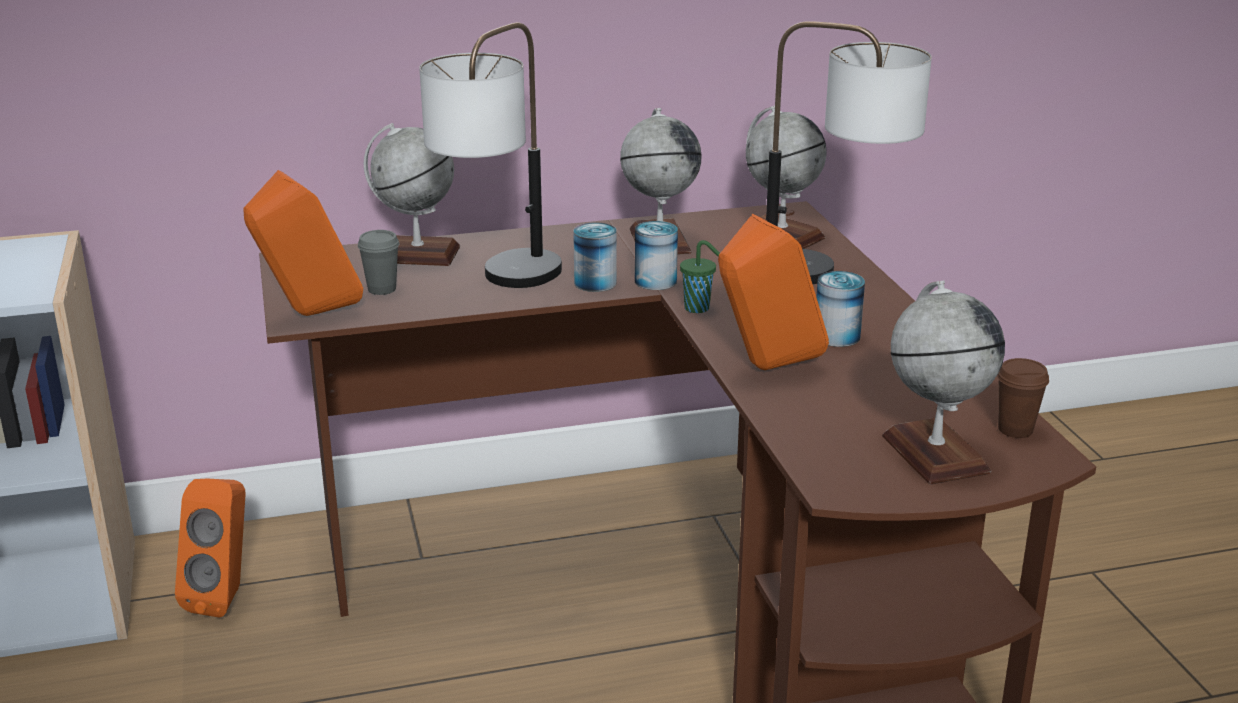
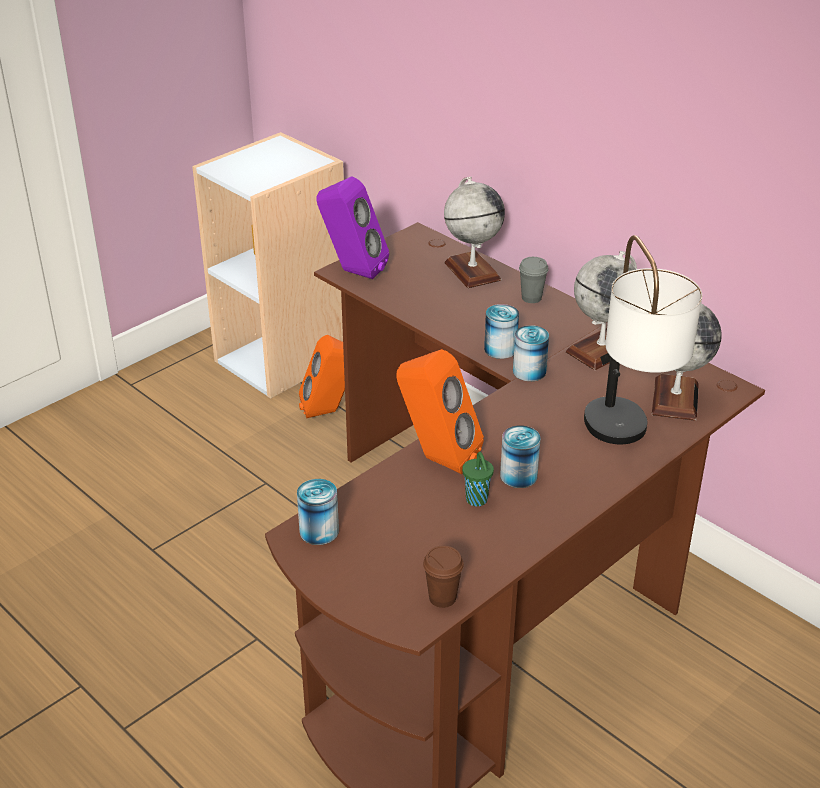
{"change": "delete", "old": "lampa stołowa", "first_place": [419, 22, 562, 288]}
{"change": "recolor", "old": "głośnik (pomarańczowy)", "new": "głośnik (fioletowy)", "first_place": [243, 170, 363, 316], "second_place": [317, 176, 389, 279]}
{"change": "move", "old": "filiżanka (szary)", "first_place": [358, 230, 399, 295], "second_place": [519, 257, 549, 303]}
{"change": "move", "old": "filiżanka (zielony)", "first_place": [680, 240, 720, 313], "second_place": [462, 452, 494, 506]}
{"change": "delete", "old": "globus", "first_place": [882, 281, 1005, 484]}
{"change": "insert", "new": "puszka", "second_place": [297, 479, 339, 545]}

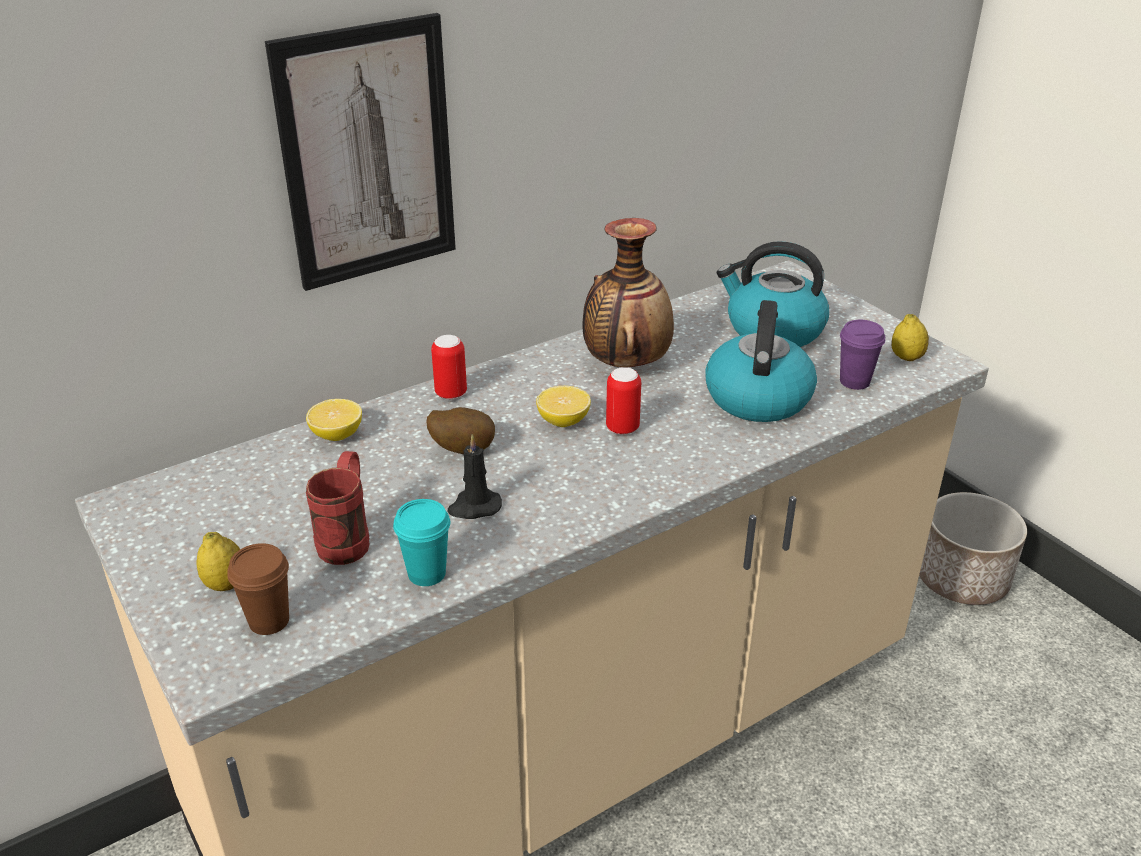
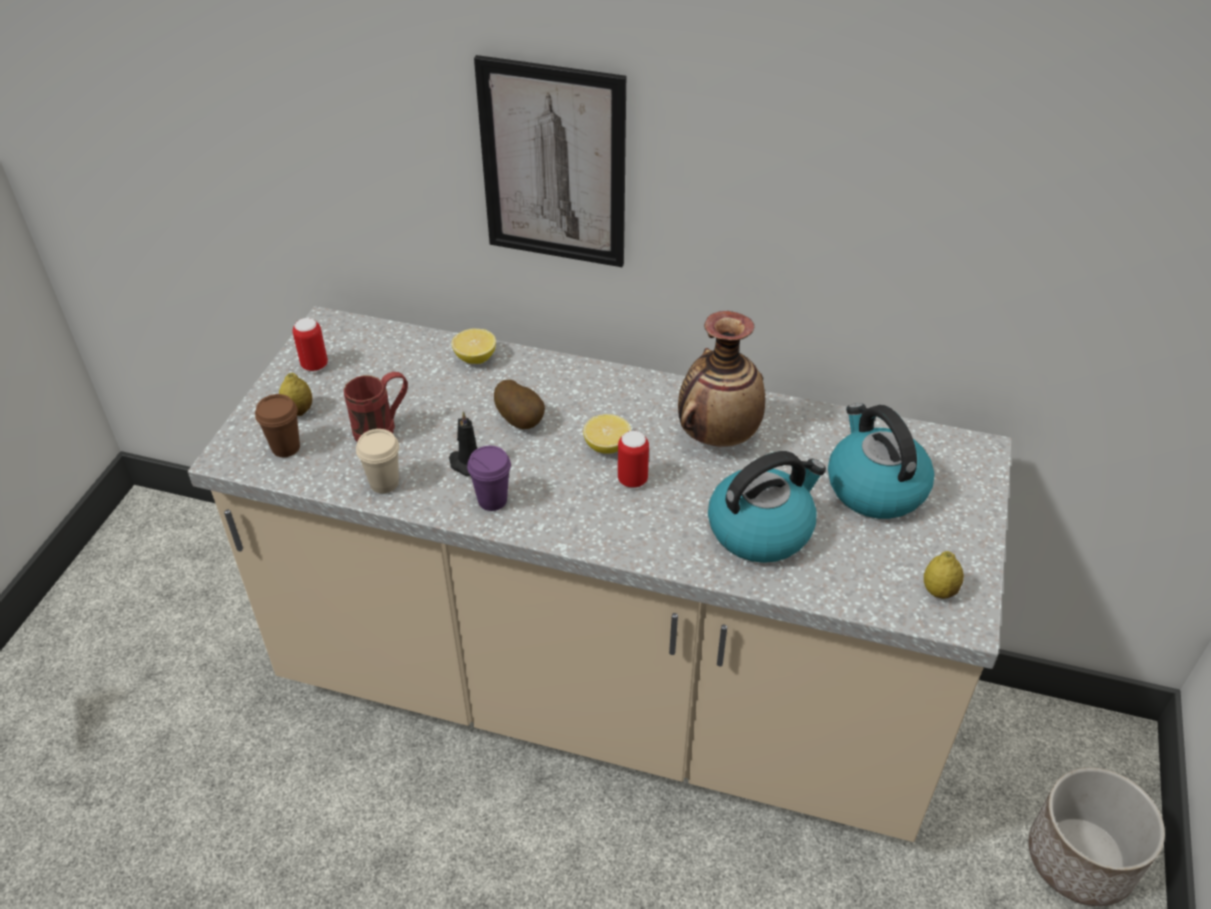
{"change": "move", "old": "filiżanka (fioletowy)", "first_place": [840, 320, 885, 390], "second_place": [467, 446, 511, 511]}
{"change": "move", "old": "puszka", "first_place": [431, 335, 467, 400], "second_place": [293, 318, 328, 372]}
{"change": "recolor", "old": "filiżanka (turkusowy)", "new": "filiżanka (beżowy)", "first_place": [393, 499, 450, 586], "second_place": [356, 429, 399, 494]}

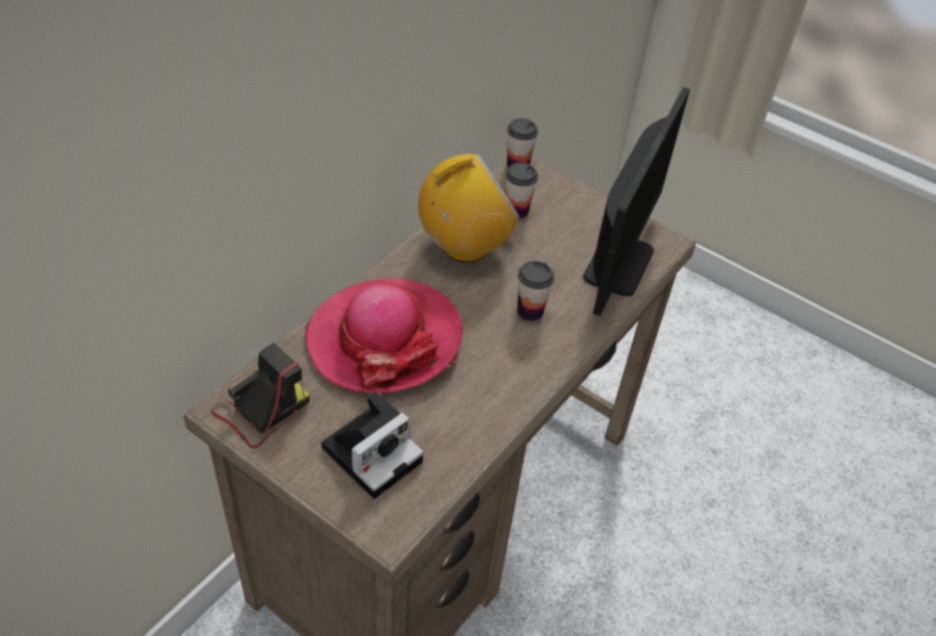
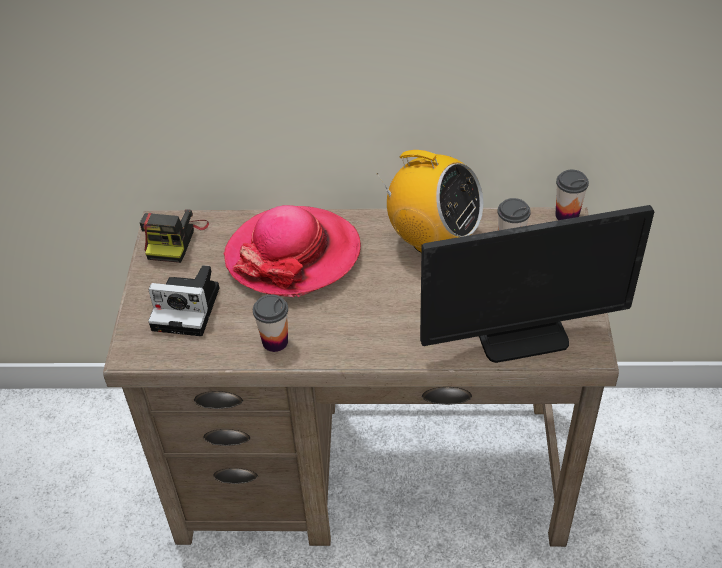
{"change": "move", "old": "filiżanka", "first_place": [517, 261, 554, 321], "second_place": [253, 294, 288, 352]}
{"change": "rotate", "old": "aparat fotograficzny", "first_place": [211, 343, 310, 448], "second_place": [140, 209, 209, 263], "degrees": 90}

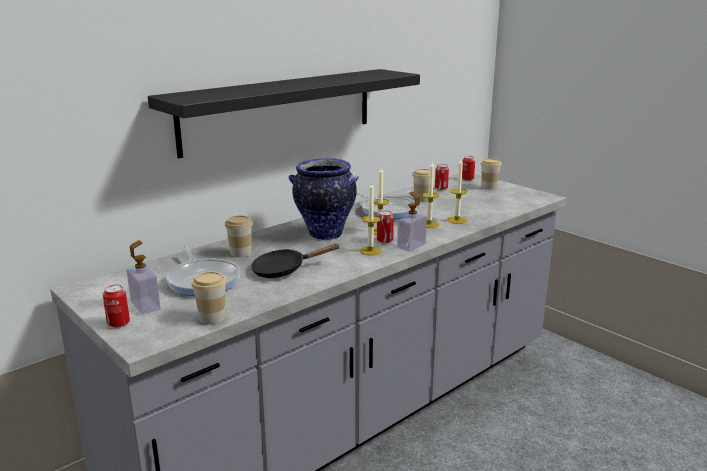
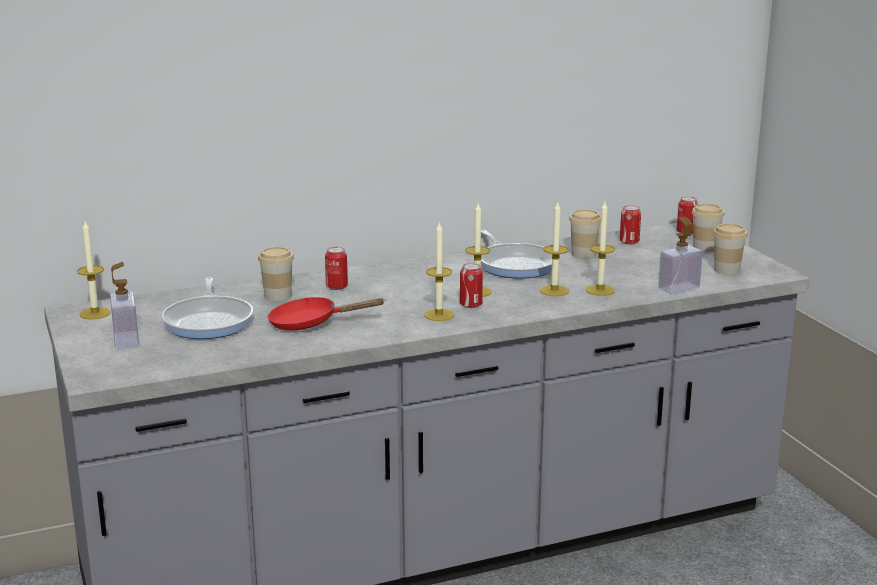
{"change": "delete", "old": "półka (czarny)", "first_place": [148, 69, 420, 158]}
{"change": "delete", "old": "wazon", "first_place": [289, 158, 359, 240]}
{"change": "move", "old": "dozownik mydła", "first_place": [397, 191, 427, 251], "second_place": [658, 217, 703, 294]}
{"change": "recolor", "old": "patelnia (czarny)", "new": "patelnia (czerwony)", "first_place": [251, 244, 340, 278], "second_place": [268, 297, 385, 331]}
{"change": "move", "old": "filiżanka", "first_place": [192, 271, 227, 324], "second_place": [713, 224, 748, 275]}
{"change": "move", "old": "puszka", "first_place": [103, 284, 130, 328], "second_place": [325, 246, 348, 290]}
{"change": "insert", "new": "świeca", "second_place": [77, 221, 111, 319]}

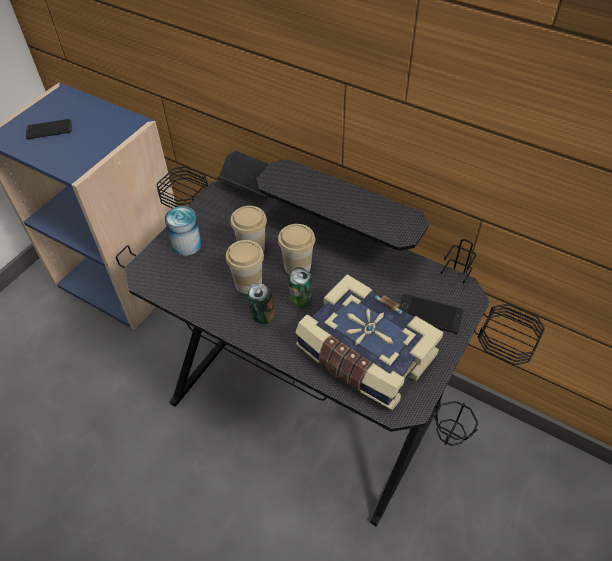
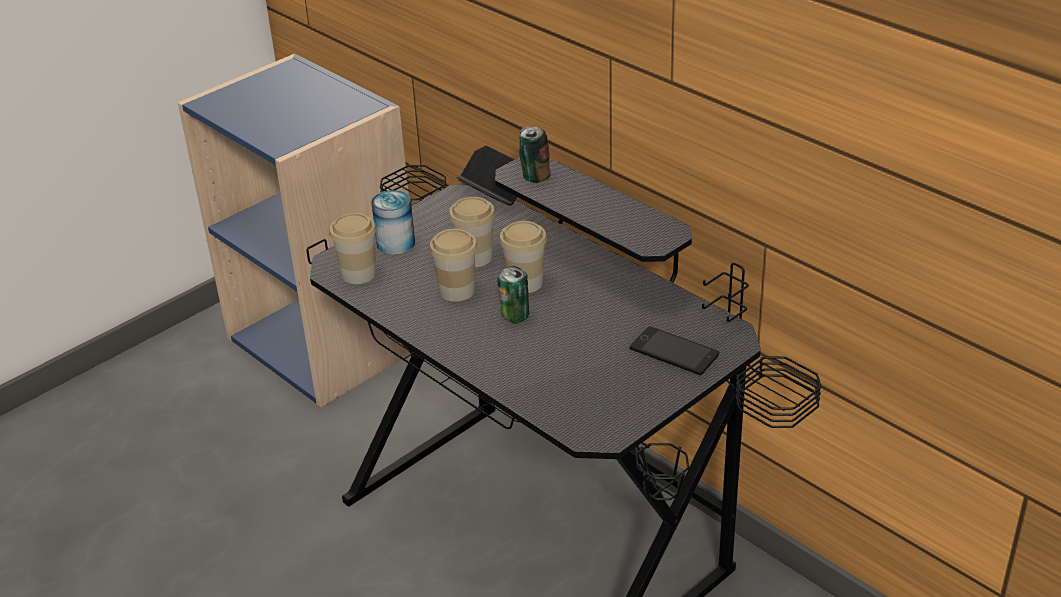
{"change": "delete", "old": "telefon", "first_place": [26, 119, 72, 139]}
{"change": "delete", "old": "książka", "first_place": [295, 274, 444, 410]}
{"change": "move", "old": "puszka", "first_place": [248, 283, 275, 324], "second_place": [519, 127, 551, 183]}
{"change": "insert", "new": "filiżanka", "second_place": [329, 213, 376, 284]}

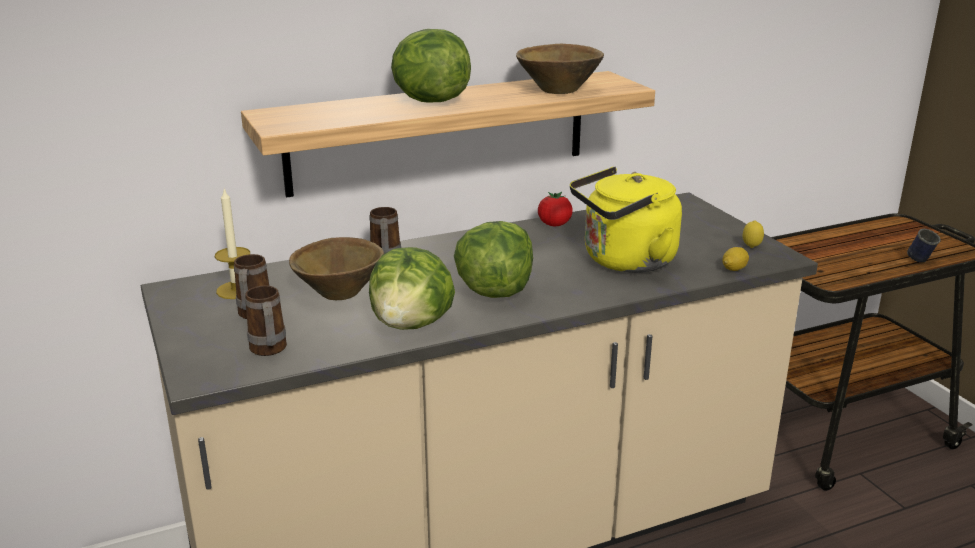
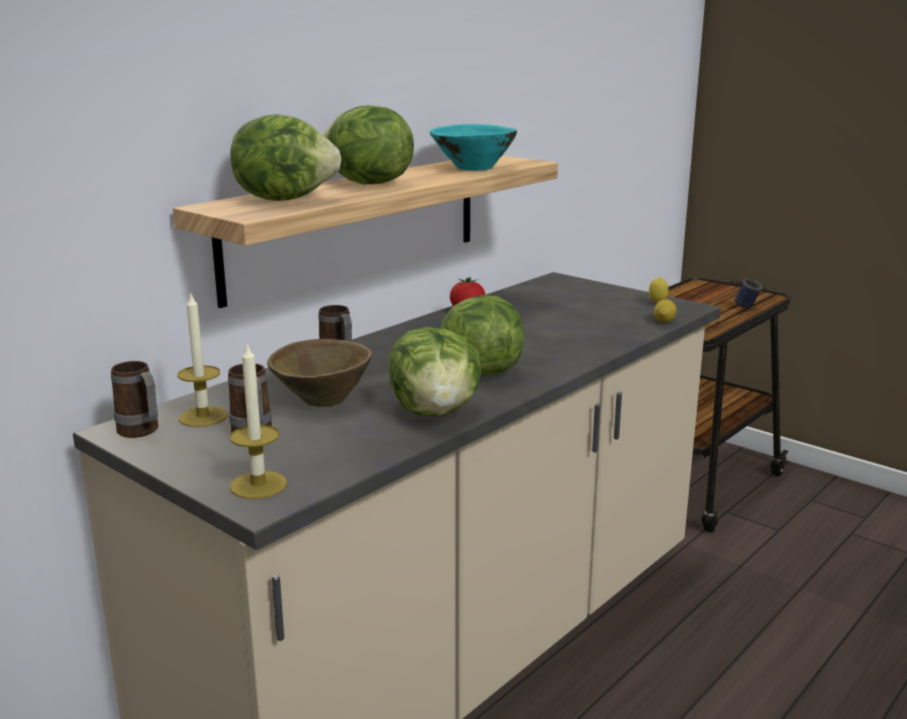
{"change": "recolor", "old": "miska (brązowy)", "new": "miska (turkusowy)", "first_place": [516, 44, 604, 94], "second_place": [430, 124, 517, 171]}
{"change": "delete", "old": "czajnik (żółty)", "first_place": [570, 166, 682, 273]}
{"change": "move", "old": "kubek", "first_place": [245, 286, 287, 356], "second_place": [111, 361, 159, 438]}
{"change": "insert", "new": "sałata", "second_place": [230, 114, 342, 201]}
{"change": "insert", "new": "świeca", "second_place": [230, 342, 287, 499]}

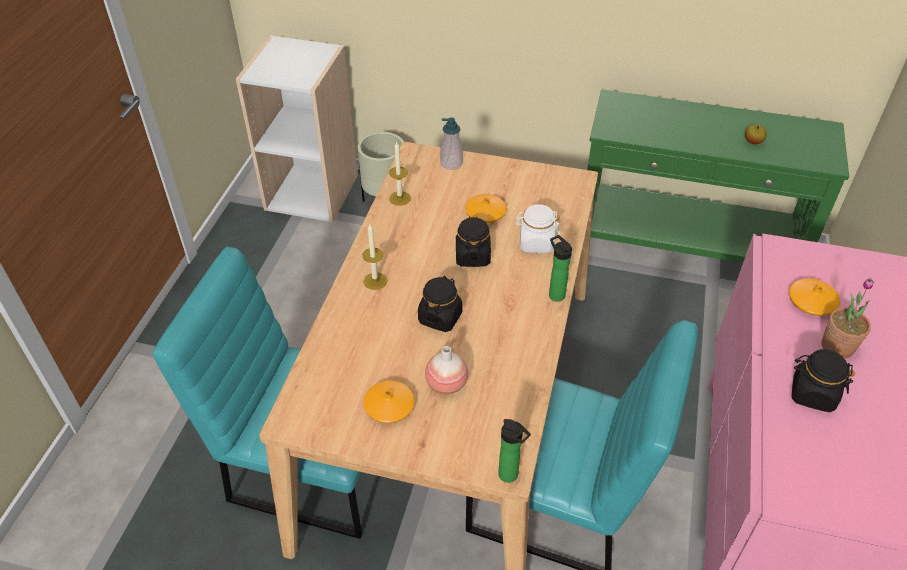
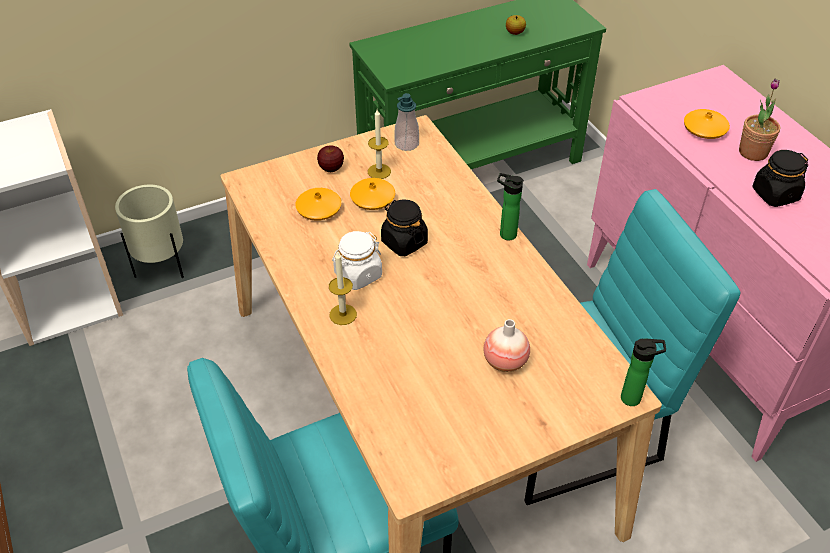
{"change": "move", "old": "dozownik mydła", "first_place": [440, 117, 463, 170], "second_place": [394, 93, 419, 151]}
{"change": "move", "old": "świeca", "first_place": [389, 141, 411, 206], "second_place": [368, 110, 391, 179]}
{"change": "move", "old": "słoik (biały)", "first_place": [516, 204, 560, 253], "second_place": [332, 231, 382, 290]}
{"change": "delete", "old": "słoik (czarny)", "first_place": [418, 276, 463, 332]}
{"change": "move", "old": "wazon (pomarańczowy)", "first_place": [363, 380, 415, 424], "second_place": [295, 188, 341, 221]}
{"change": "insert", "new": "jabłko", "second_place": [317, 146, 344, 172]}

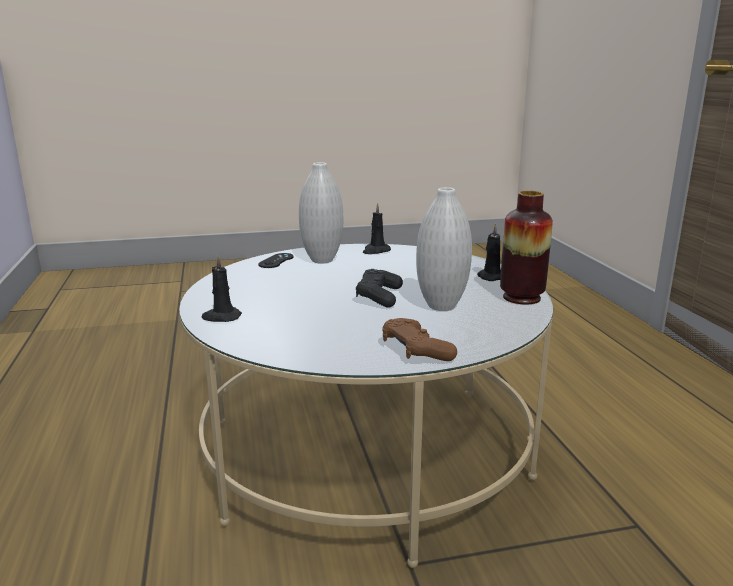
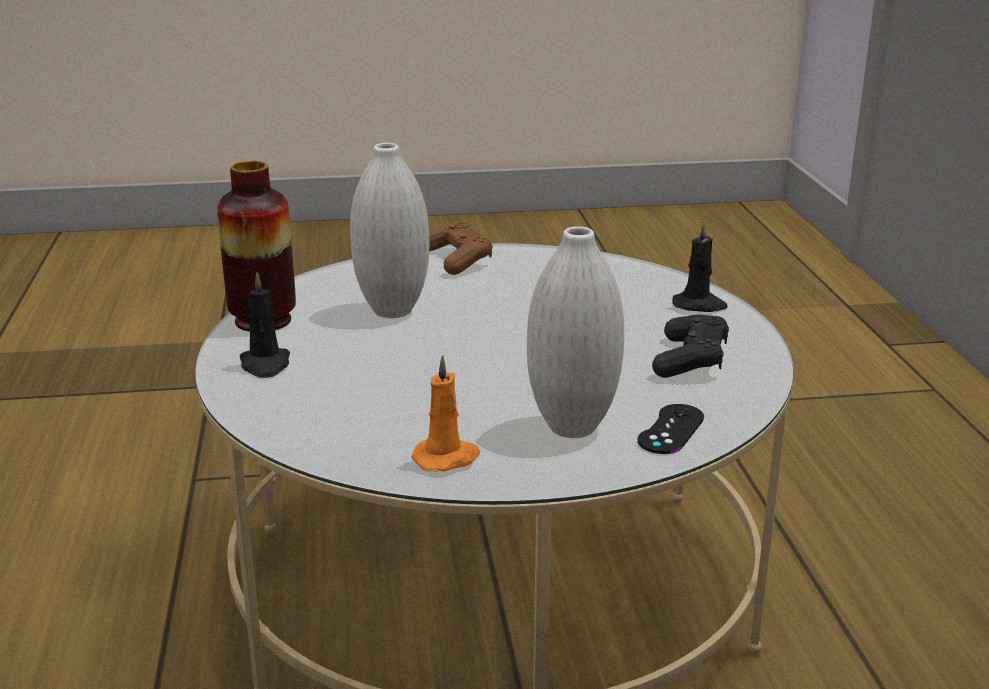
{"change": "recolor", "old": "świeca (czarny)", "new": "świeca (pomarańczowy)", "first_place": [363, 203, 391, 254], "second_place": [411, 355, 480, 472]}
{"change": "move", "old": "pad do gier (czarny)", "first_place": [356, 269, 403, 308], "second_place": [652, 314, 729, 378]}

